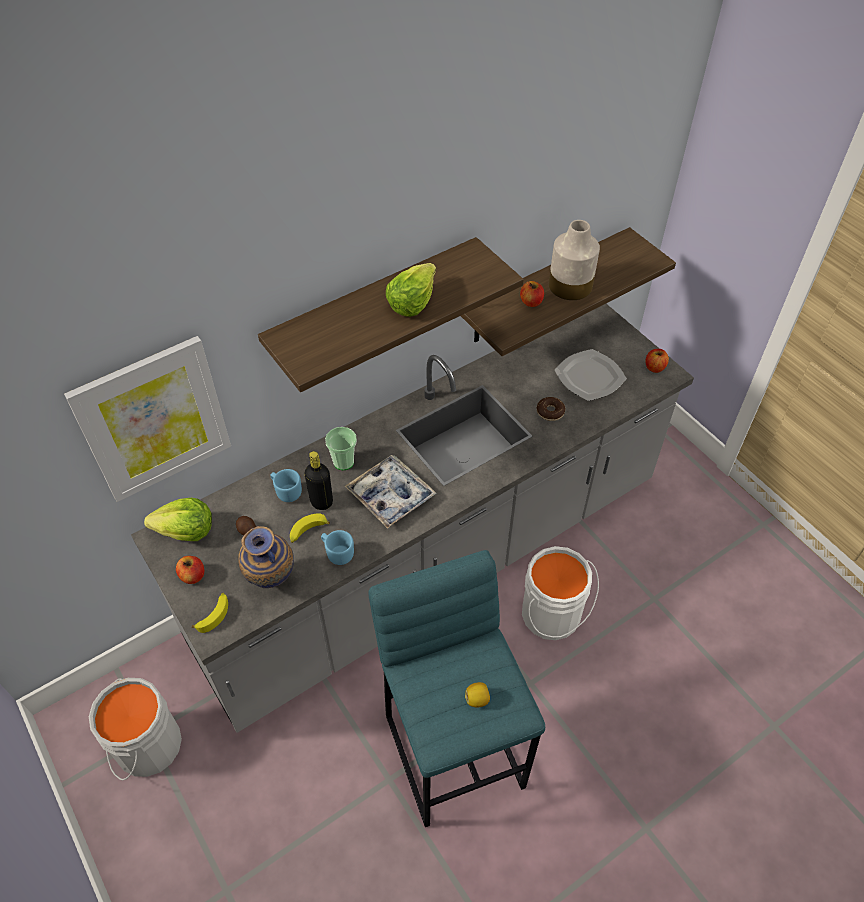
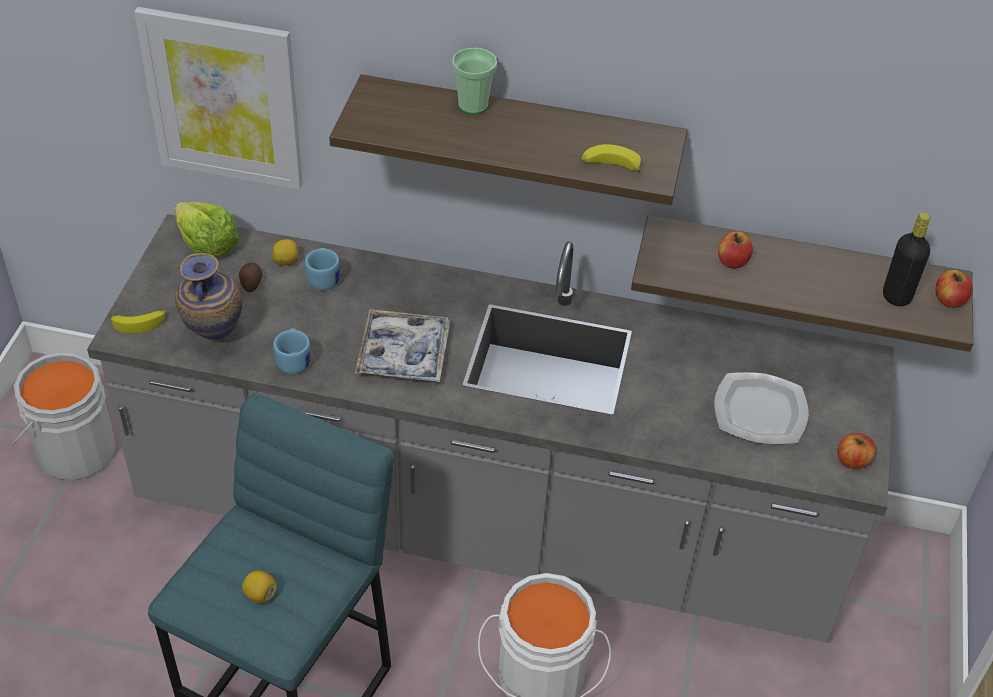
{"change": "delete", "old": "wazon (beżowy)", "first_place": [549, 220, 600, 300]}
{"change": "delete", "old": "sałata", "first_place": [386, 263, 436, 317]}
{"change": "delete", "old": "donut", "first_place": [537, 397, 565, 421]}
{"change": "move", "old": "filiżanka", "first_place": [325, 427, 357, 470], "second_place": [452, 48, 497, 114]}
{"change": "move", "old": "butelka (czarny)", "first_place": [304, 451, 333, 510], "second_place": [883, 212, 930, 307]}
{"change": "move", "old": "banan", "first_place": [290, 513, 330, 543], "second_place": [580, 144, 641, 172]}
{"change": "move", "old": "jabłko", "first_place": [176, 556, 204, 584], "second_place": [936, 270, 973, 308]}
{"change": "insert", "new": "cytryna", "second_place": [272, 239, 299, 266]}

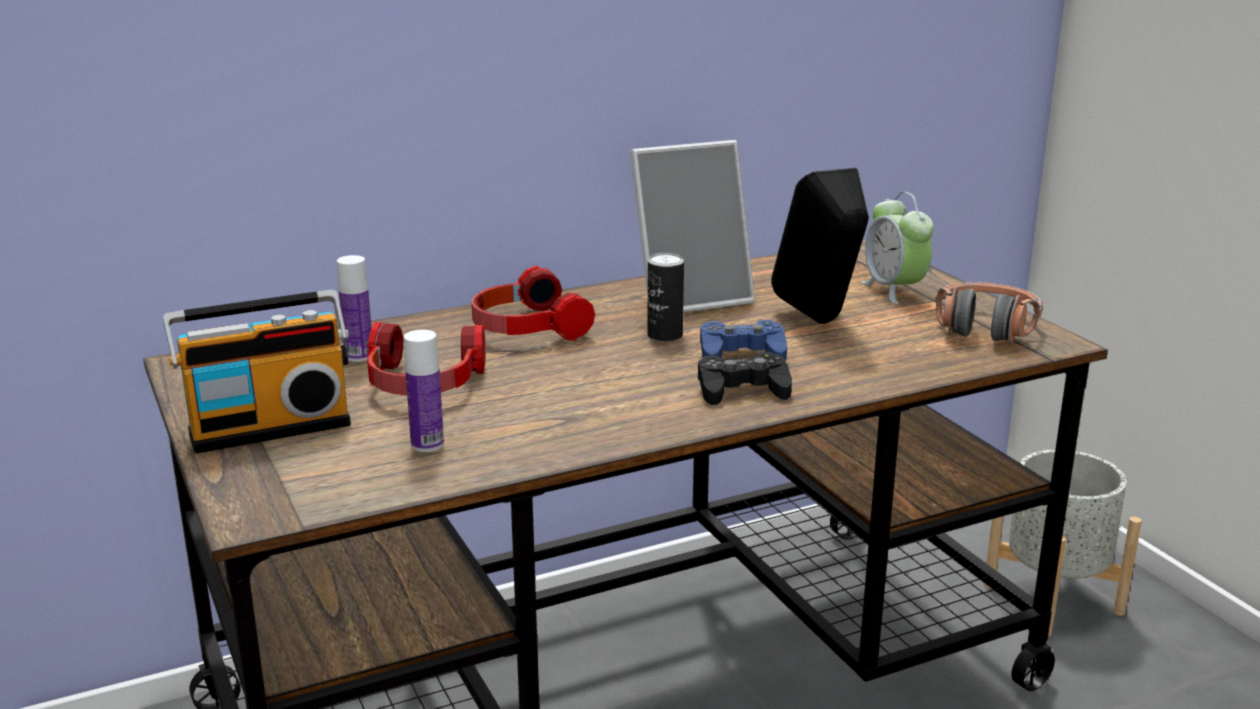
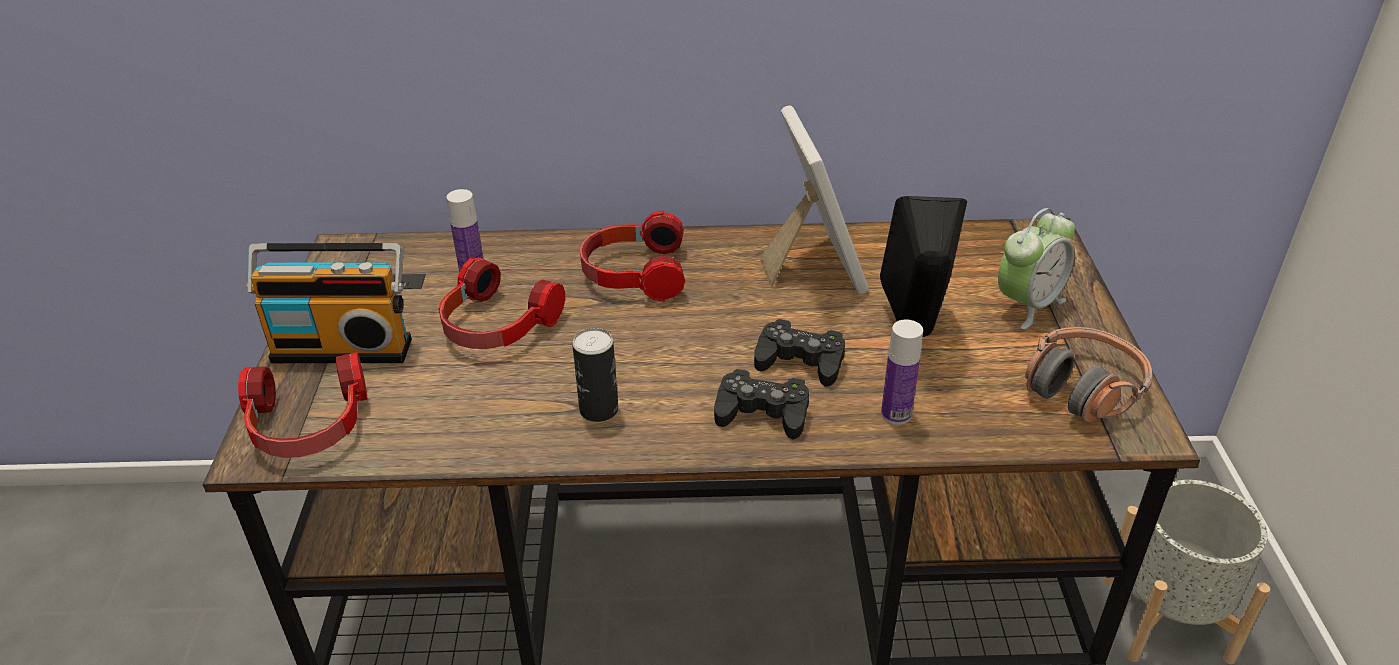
{"change": "rotate", "old": "ramka na zdjęcie", "first_place": [630, 140, 755, 313], "second_place": [759, 105, 869, 294], "degrees": -105}
{"change": "rotate", "old": "budzik", "first_place": [861, 192, 934, 304], "second_place": [998, 208, 1075, 329], "degrees": -135}
{"change": "move", "old": "puszka", "first_place": [647, 253, 684, 342], "second_place": [572, 328, 618, 422]}
{"change": "recolor", "old": "pad do gier (niebieski)", "new": "pad do gier (czarny)", "first_place": [700, 320, 787, 361], "second_place": [754, 319, 845, 387]}
{"change": "move", "old": "butelka", "first_place": [404, 330, 444, 452], "second_place": [881, 320, 923, 425]}
{"change": "insert", "new": "słuchawki", "second_place": [238, 352, 368, 458]}

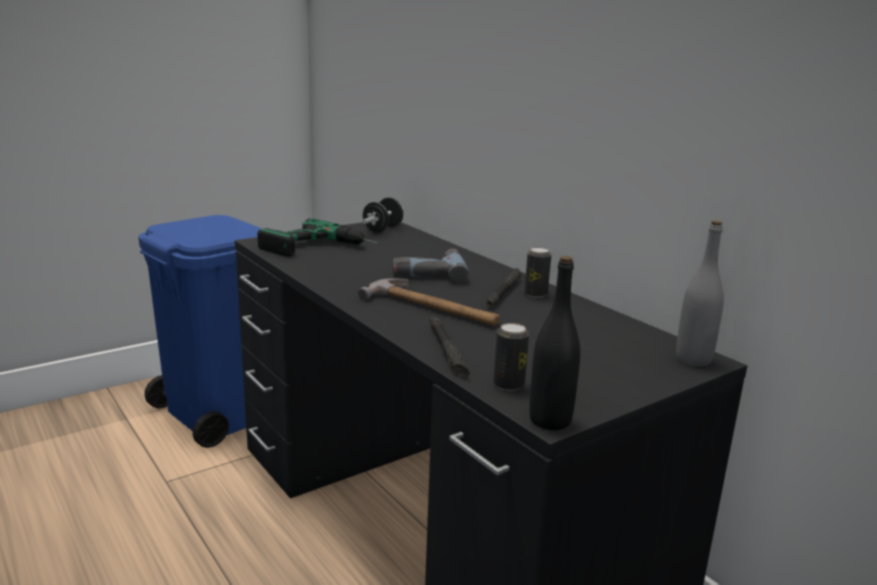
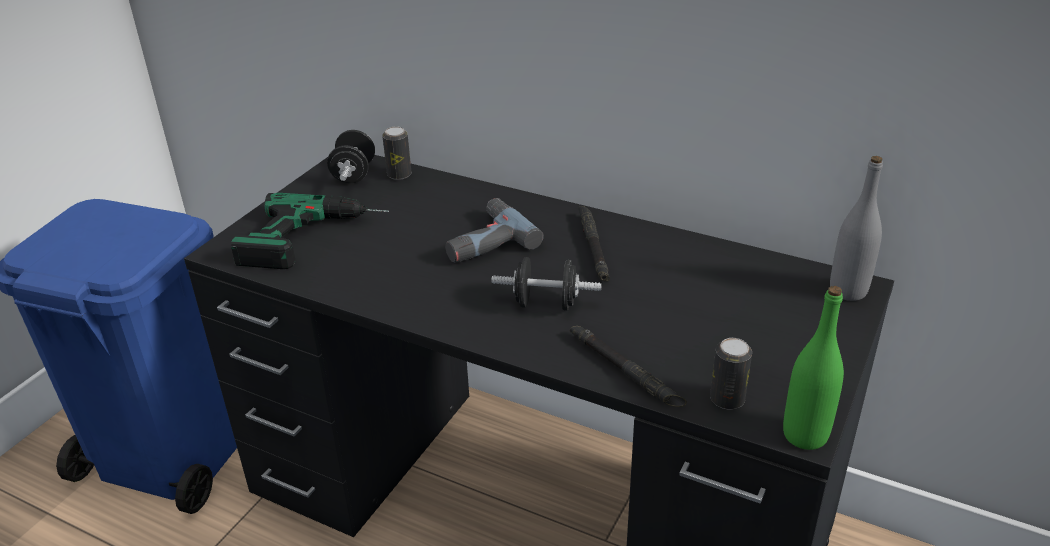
{"change": "move", "old": "puszka", "first_place": [524, 247, 551, 298], "second_place": [382, 126, 412, 180]}
{"change": "recolor", "old": "butelka (czarny)", "new": "butelka (zielony)", "first_place": [529, 256, 580, 430], "second_place": [783, 286, 844, 450]}
{"change": "replace", "old": "młotek", "new": "hantel (czarny)", "first_place": [358, 278, 500, 326], "second_place": [491, 257, 602, 311]}

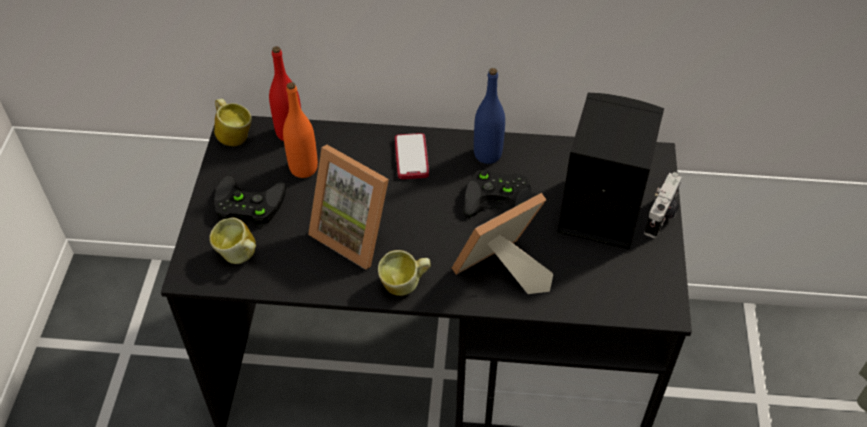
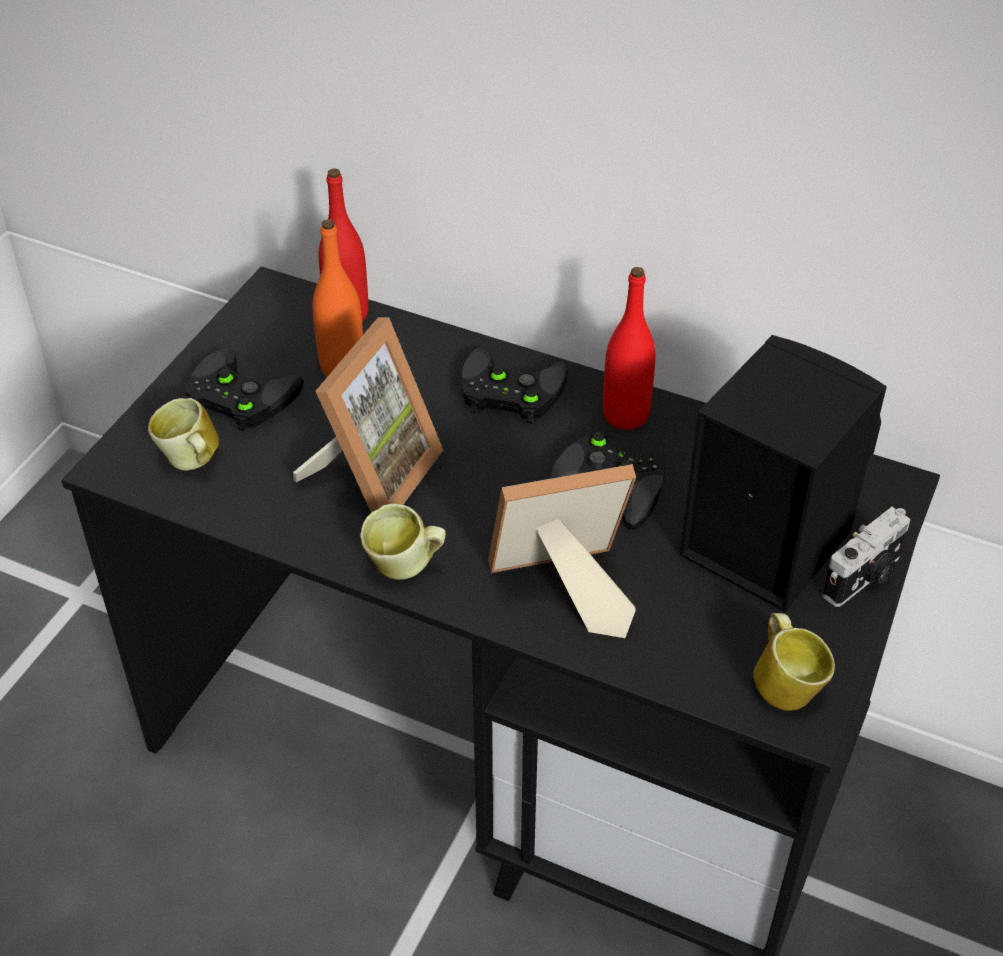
{"change": "recolor", "old": "butelka (niebieski)", "new": "butelka (czerwony)", "first_place": [474, 68, 505, 164], "second_place": [603, 267, 655, 430]}
{"change": "move", "old": "kubek", "first_place": [214, 99, 252, 146], "second_place": [753, 613, 835, 711]}
{"change": "replace", "old": "telefon", "new": "pad do gier (czarny)", "first_place": [395, 133, 429, 179], "second_place": [462, 347, 568, 424]}
{"change": "rotate", "old": "ramka na zdjęcie", "first_place": [308, 145, 389, 270], "second_place": [293, 317, 443, 512], "degrees": -120}

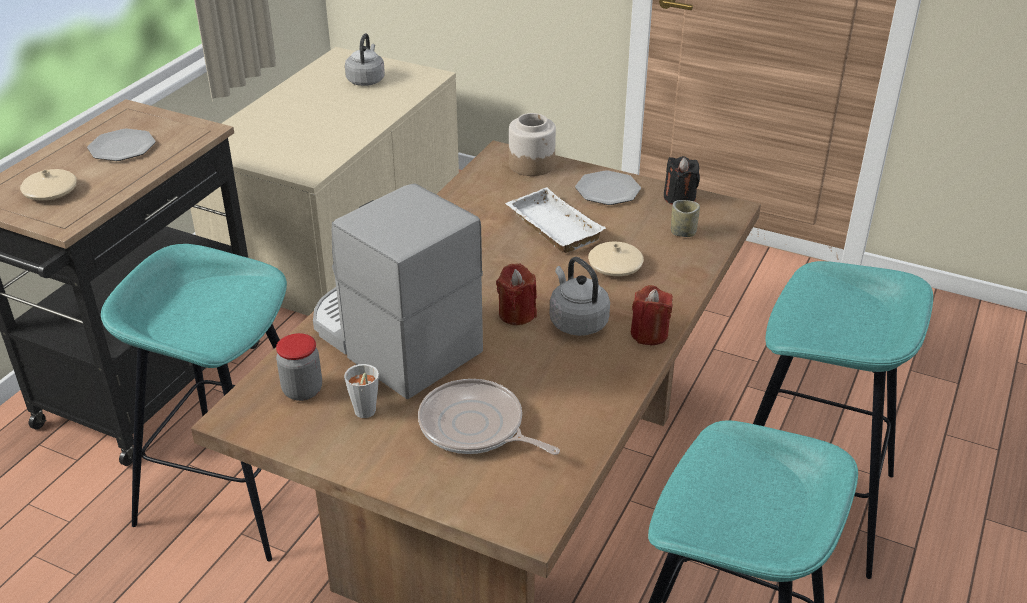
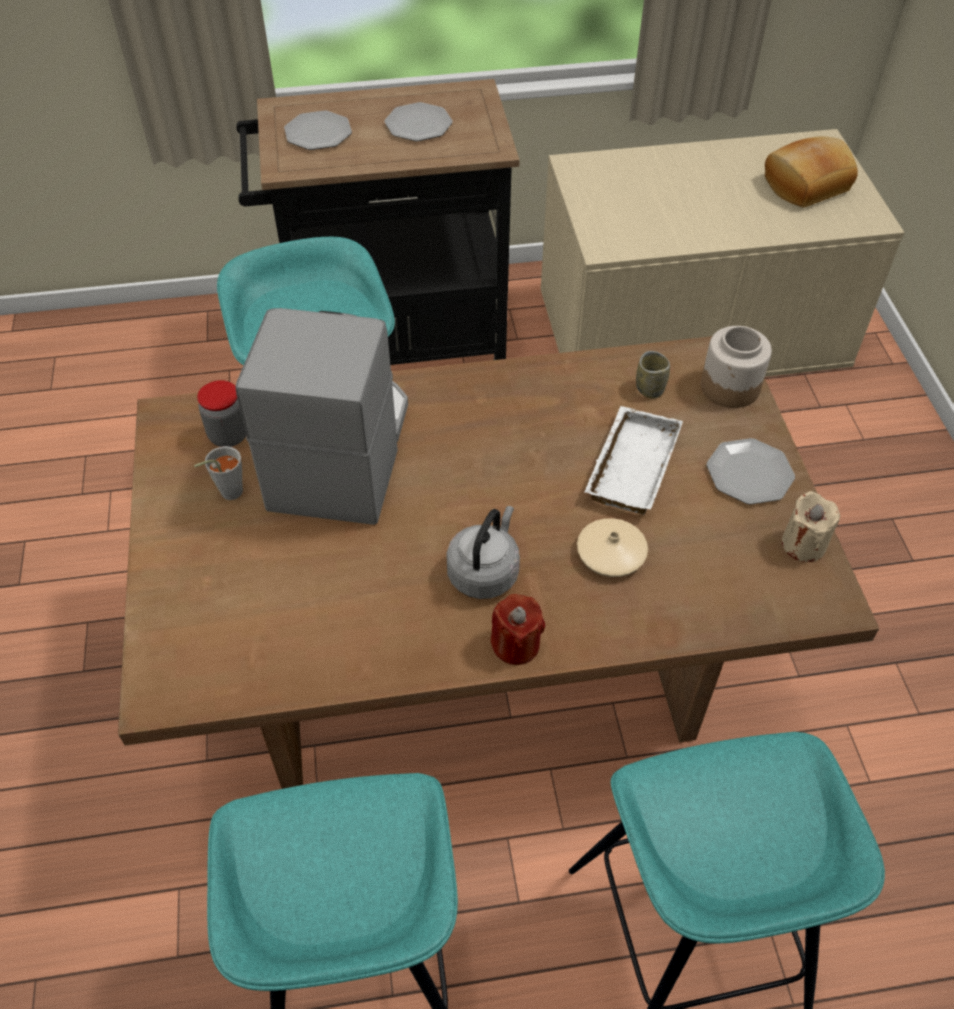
{"change": "replace", "old": "czajnik (szary)", "new": "chleb", "first_place": [345, 33, 385, 86], "second_place": [765, 136, 858, 207]}
{"change": "recolor", "old": "świeca (czarny)", "new": "świeca (beżowy)", "first_place": [664, 156, 700, 205], "second_place": [782, 491, 840, 562]}
{"change": "replace", "old": "wazon (beżowy)", "new": "talerz", "first_place": [20, 169, 77, 200], "second_place": [284, 110, 352, 150]}
{"change": "move", "old": "filiżanka", "first_place": [671, 200, 700, 237], "second_place": [636, 351, 670, 399]}
{"change": "delete", "old": "świeca (czerwony)", "first_place": [496, 263, 537, 325]}
{"change": "delete", "old": "patelnia", "first_place": [418, 379, 560, 455]}

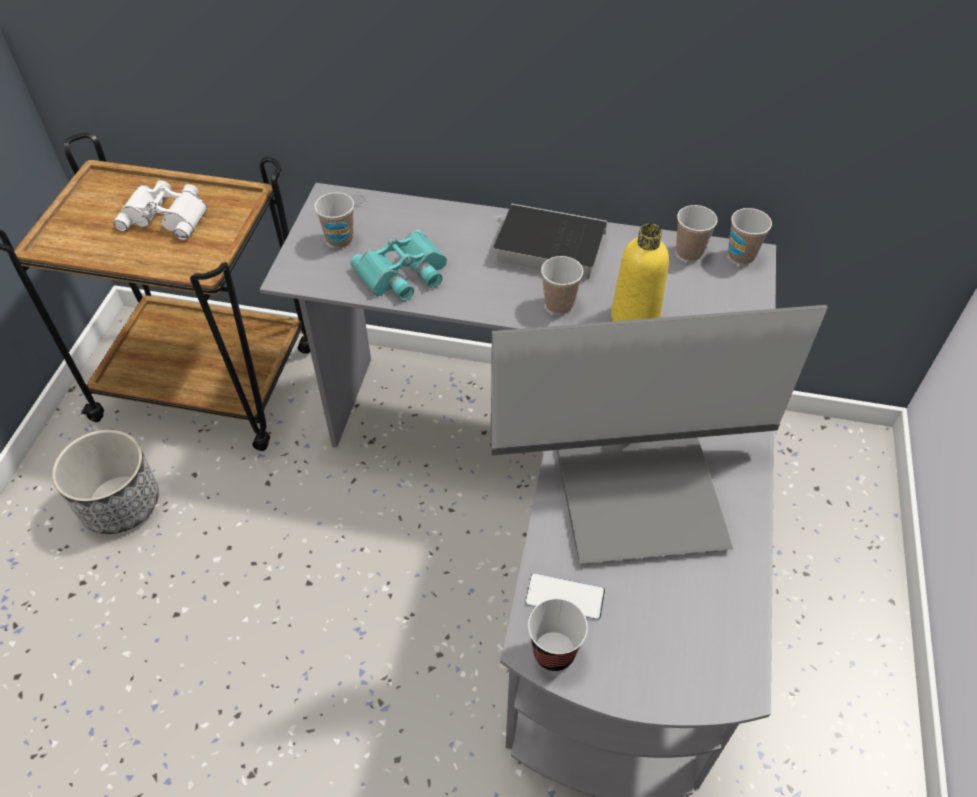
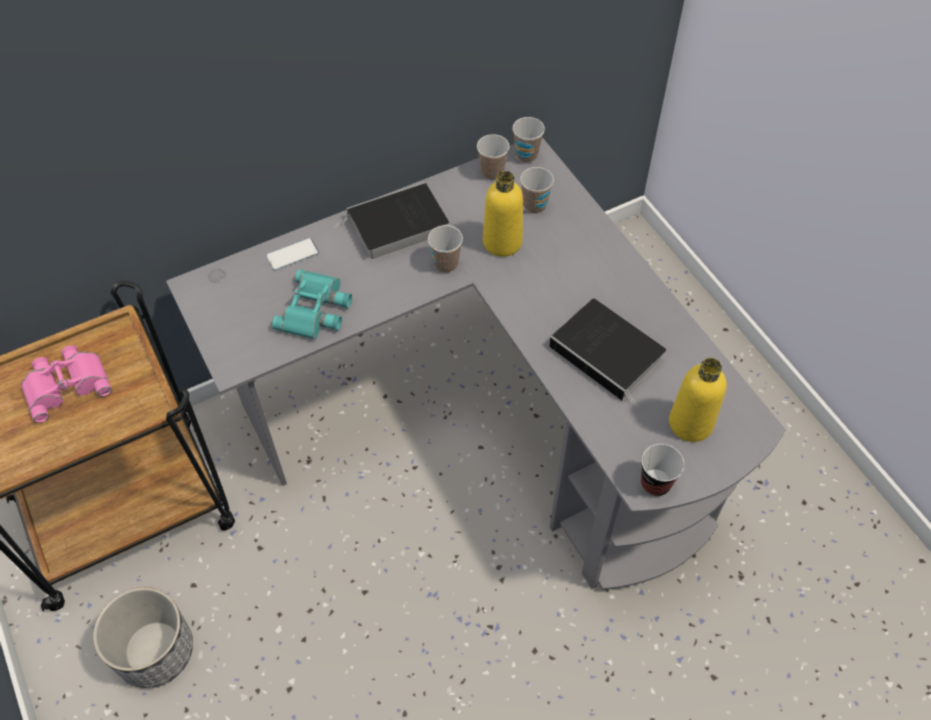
{"change": "recolor", "old": "lornetka (biały)", "new": "lornetka (różowy)", "first_place": [113, 180, 207, 240], "second_place": [21, 345, 112, 423]}
{"change": "move", "old": "filiżanka", "first_place": [314, 192, 354, 248], "second_place": [520, 167, 554, 214]}
{"change": "replace", "old": "monitor", "new": "książka", "first_place": [491, 305, 828, 564], "second_place": [549, 298, 666, 409]}
{"change": "move", "old": "telefon", "first_place": [525, 573, 605, 620], "second_place": [266, 238, 319, 270]}
{"change": "insert", "new": "butelka (żółty)", "second_place": [669, 358, 726, 442]}

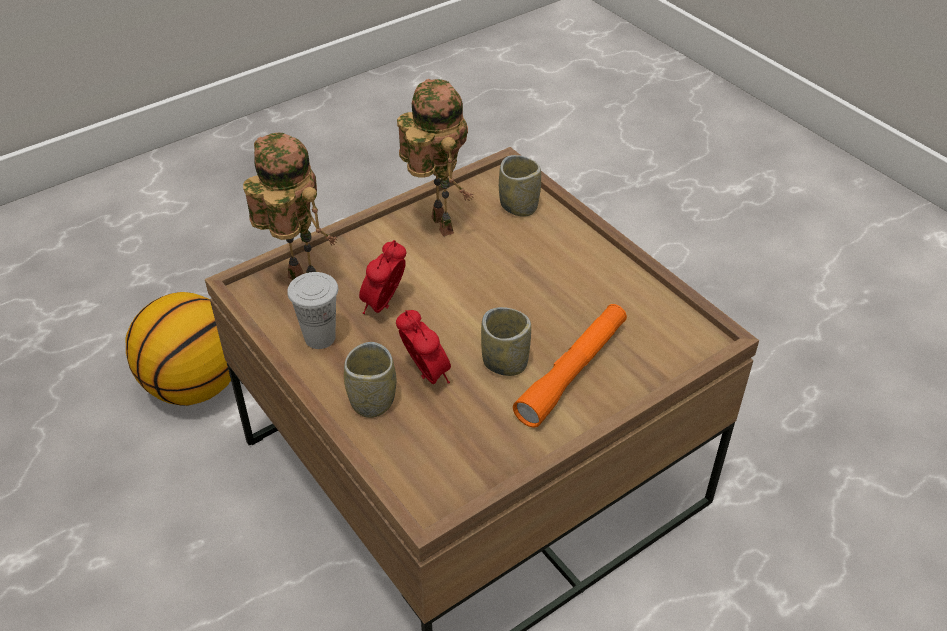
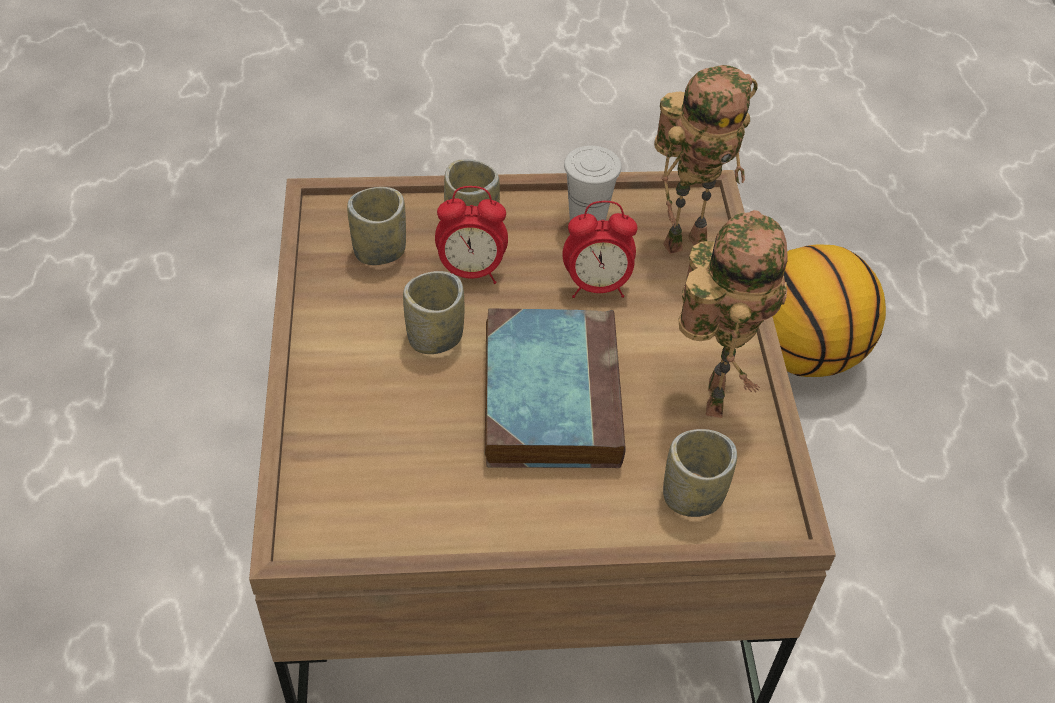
{"change": "rotate", "old": "robot zabawkowy", "first_place": [397, 79, 474, 236], "second_place": [679, 210, 788, 418], "degrees": -90}
{"change": "rotate", "old": "budzik", "first_place": [359, 240, 406, 314], "second_place": [562, 201, 638, 298], "degrees": 120}
{"change": "delete", "old": "latarka (pomarańczowy)", "first_place": [513, 304, 627, 428]}
{"change": "insert", "new": "filiżanka", "second_place": [347, 187, 406, 265]}
{"change": "insert", "new": "książka", "second_place": [485, 309, 626, 468]}

